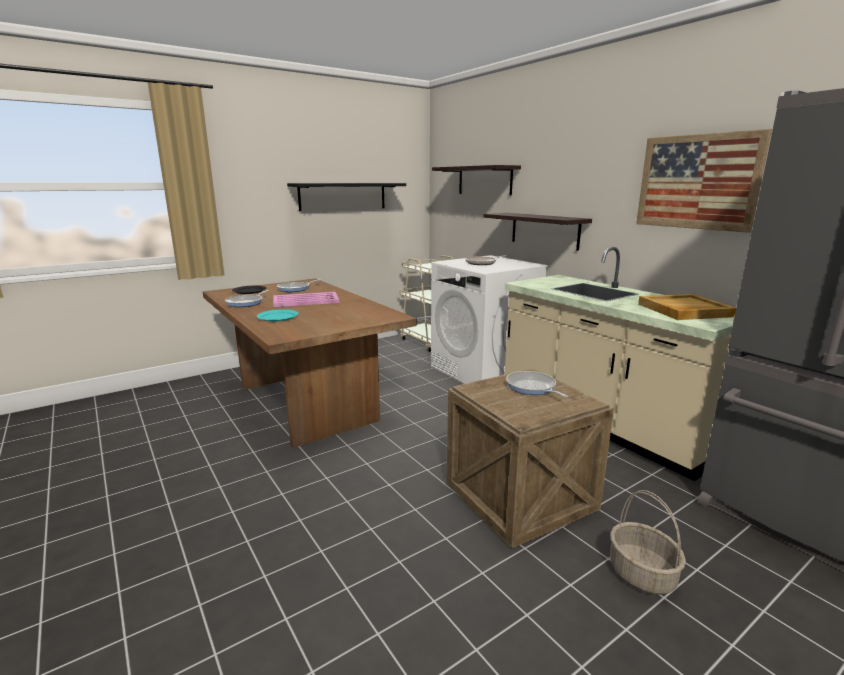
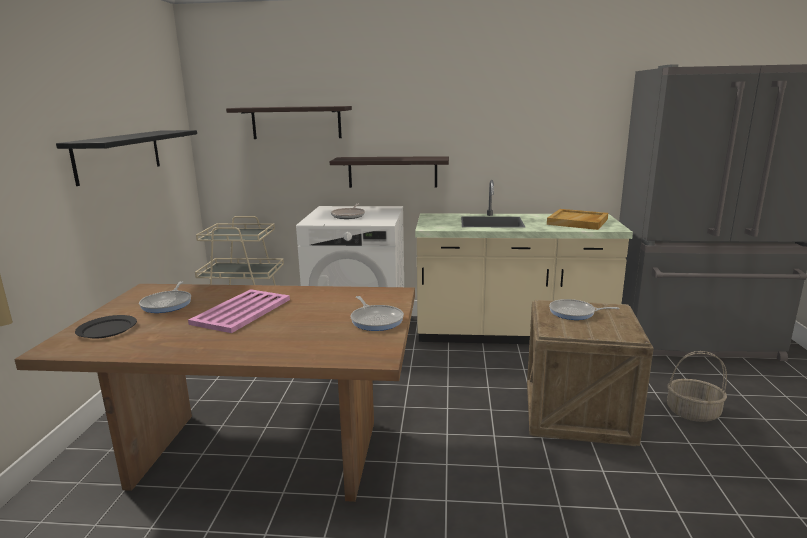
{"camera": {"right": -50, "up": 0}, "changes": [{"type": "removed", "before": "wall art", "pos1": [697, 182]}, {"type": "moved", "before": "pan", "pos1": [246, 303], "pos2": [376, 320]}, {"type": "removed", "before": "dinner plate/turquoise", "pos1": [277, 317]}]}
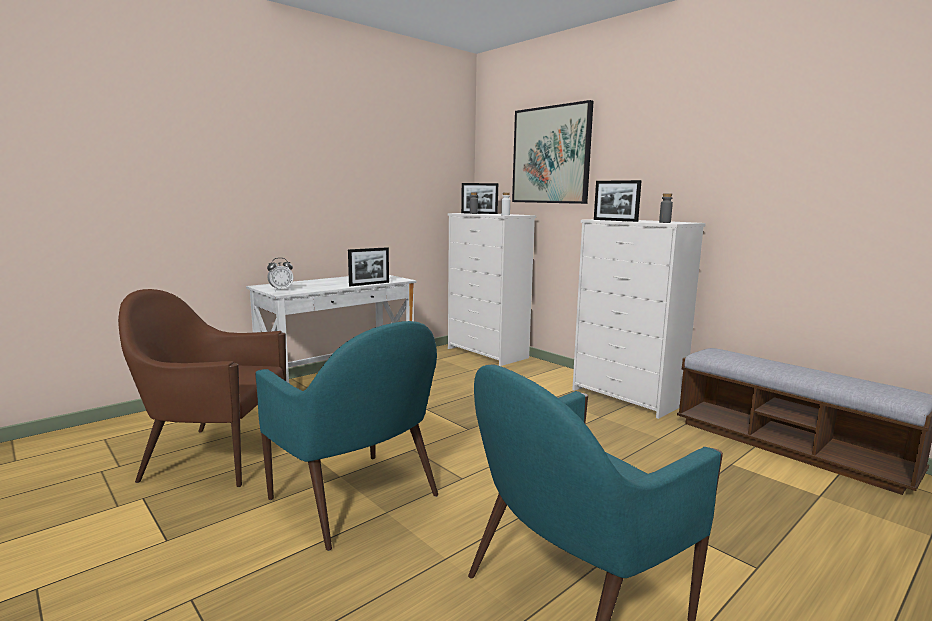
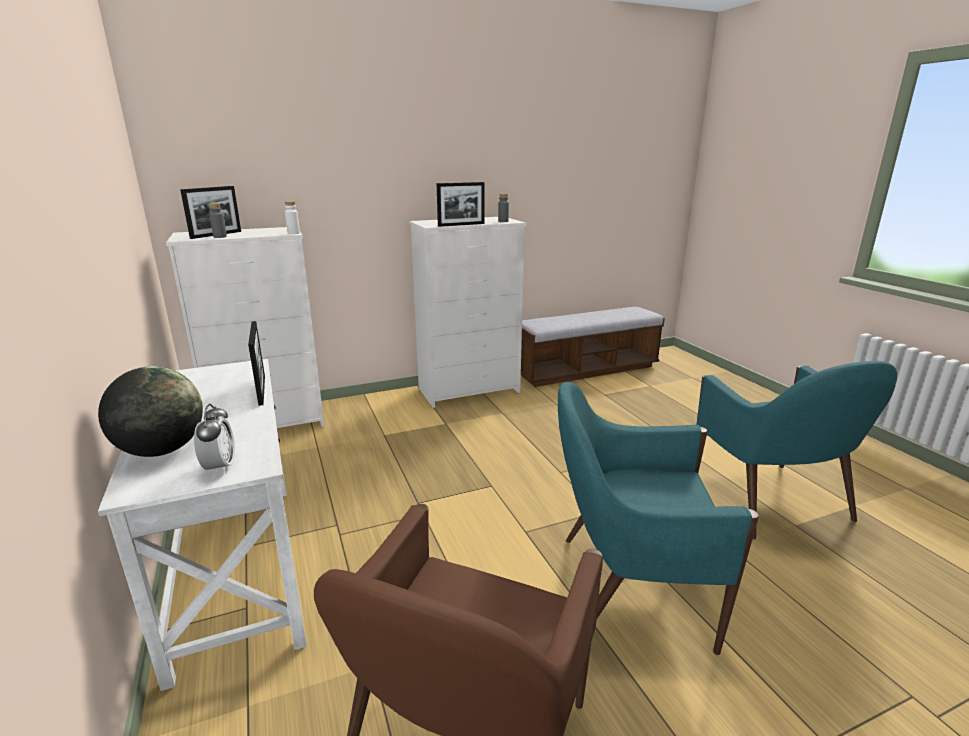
{"camera": {"right": -70, "up": 10}, "changes": [{"type": "removed", "before": "wall art", "pos1": [551, 155]}, {"type": "turned", "before": "easy chair/turquoise", "pos1": [356, 499], "pos2": [628, 590], "turn": -150}, {"type": "added", "after": "globe", "pos2": [162, 450]}]}
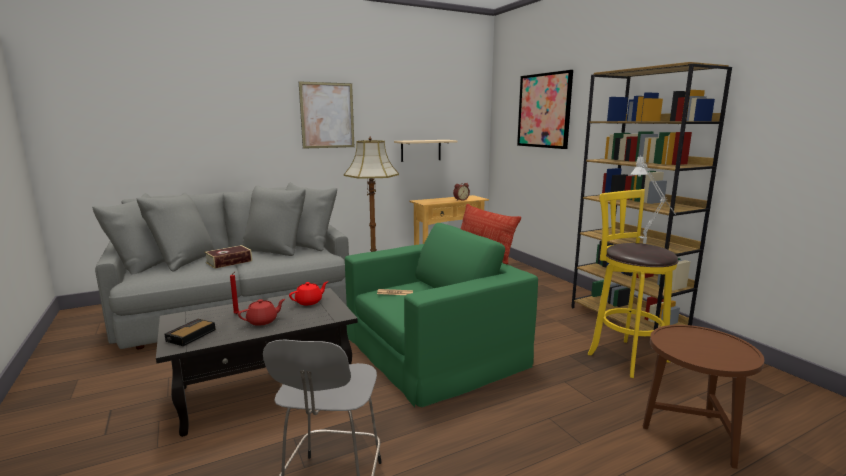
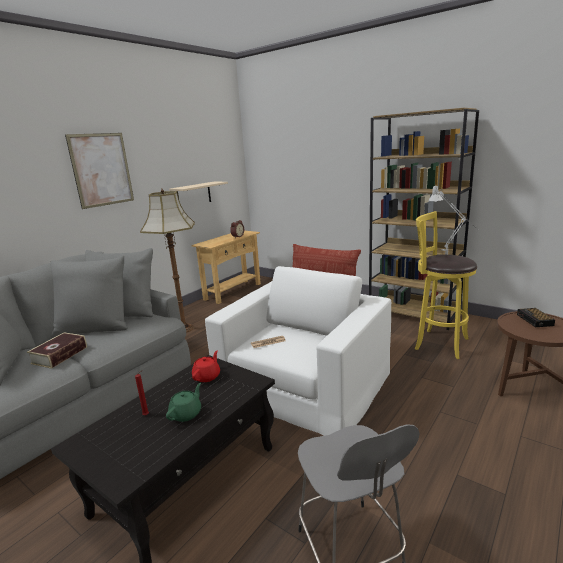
{"camera": {"right": -25, "up": 5}, "changes": [{"type": "removed", "before": "wall art", "pos1": [544, 110]}, {"type": "recoloured", "before": "easy chair/greenish", "after": "easy chair/whitish", "pos1": [434, 349], "pos2": [303, 382]}, {"type": "recoloured", "before": "pot for tea/red", "after": "pot for tea/greenish", "pos1": [263, 321], "pos2": [186, 413]}, {"type": "moved", "before": "table clock", "pos1": [190, 336], "pos2": [535, 320]}]}
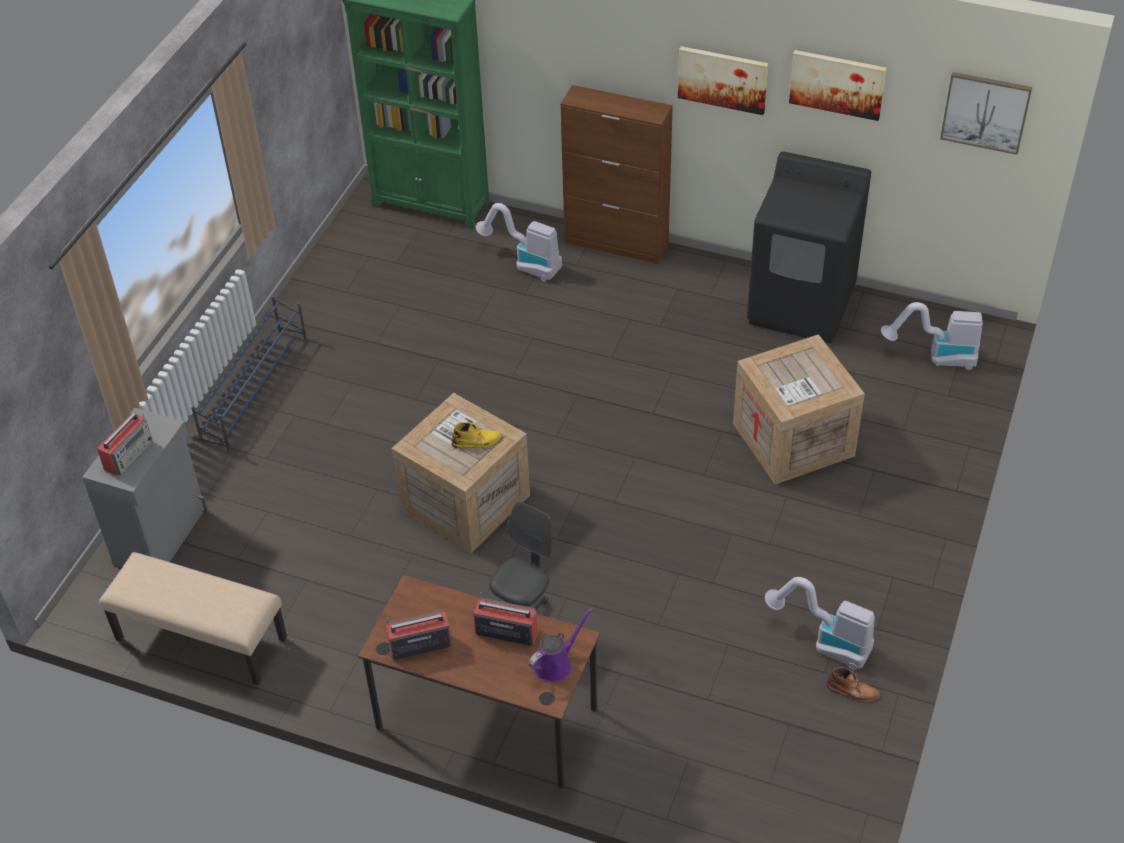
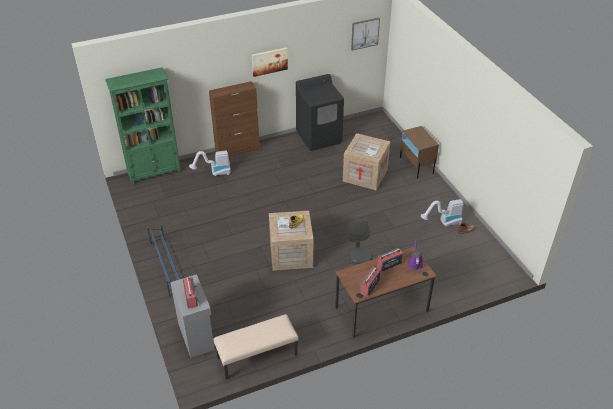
{"camera": {"right": -45, "up": -5}, "changes": [{"type": "removed", "before": "wall art", "pos1": [837, 84]}, {"type": "removed", "before": "hoover", "pos1": [935, 357]}, {"type": "added", "after": "night table/brown", "pos2": [416, 165]}]}
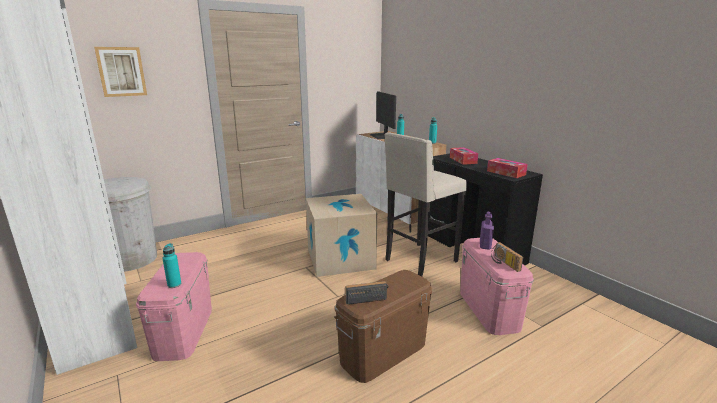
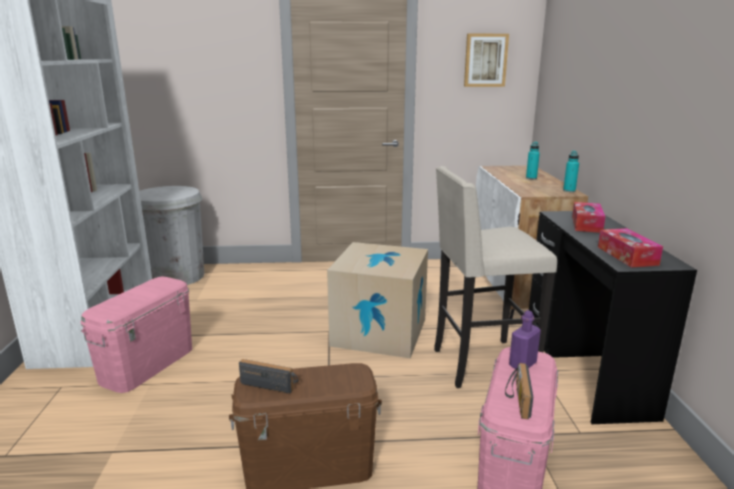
{"camera": {"right": 30, "up": 0}, "changes": [{"type": "moved", "before": "wall art", "pos1": [121, 71], "pos2": [485, 60]}, {"type": "removed", "before": "computer display", "pos1": [381, 136]}, {"type": "removed", "before": "beverage bottle/turquoise", "pos1": [174, 284]}]}
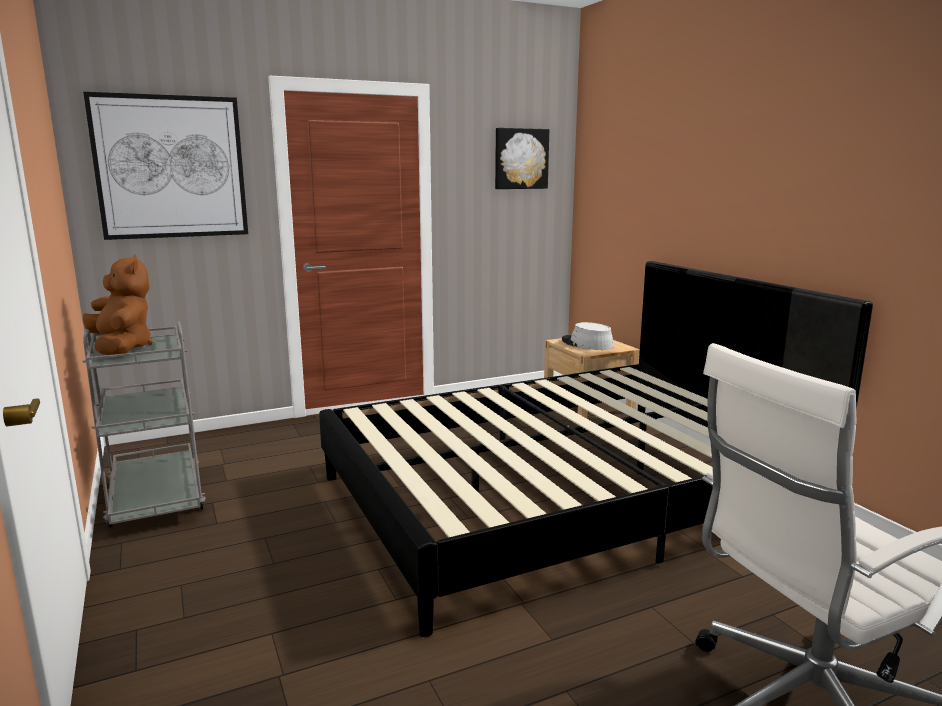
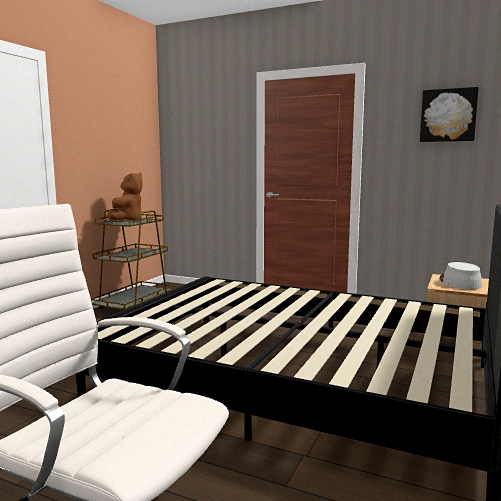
{"camera": {"right": 50, "up": -5}, "changes": [{"type": "removed", "before": "wall art", "pos1": [171, 167]}, {"type": "recoloured", "before": "trolley/greyish", "after": "trolley/brown", "pos1": [156, 498], "pos2": [134, 305]}]}
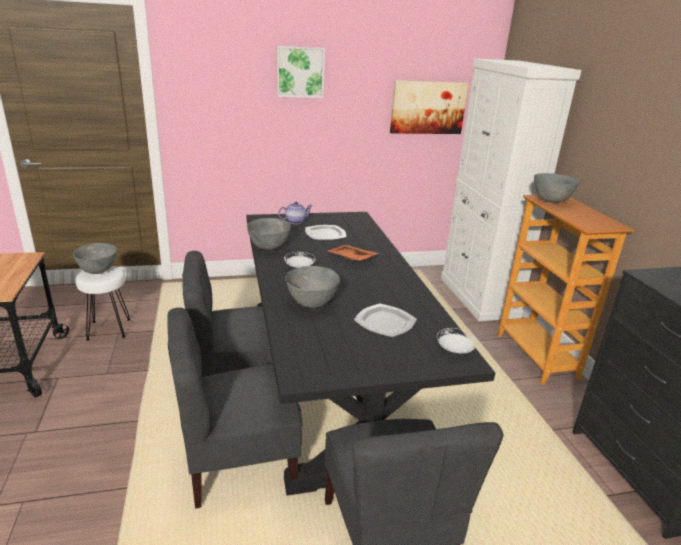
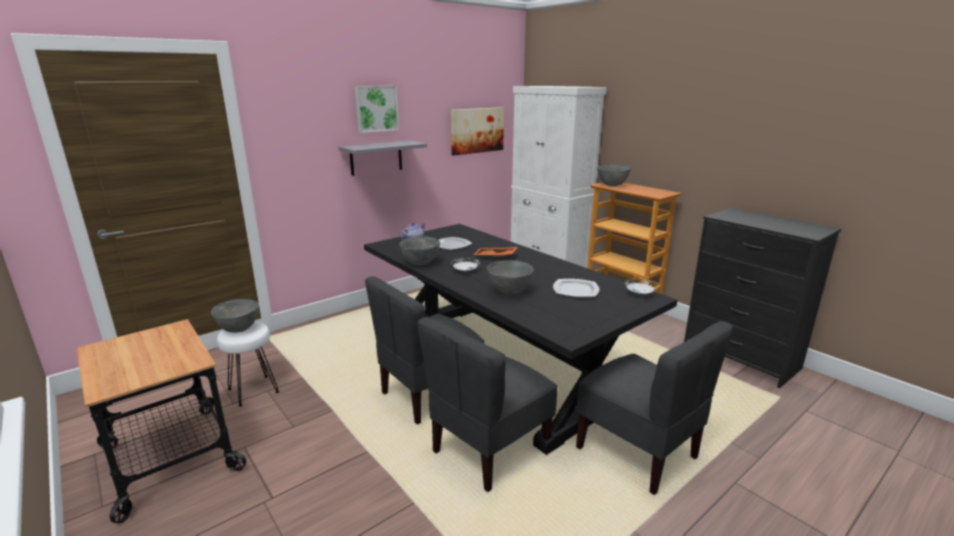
{"camera": {"right": -25, "up": -5}, "changes": [{"type": "added", "after": "shelf/greyish", "pos2": [376, 158]}]}
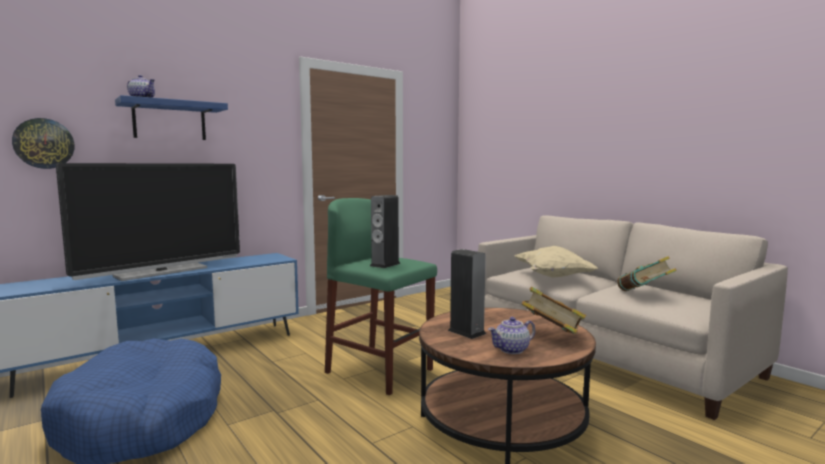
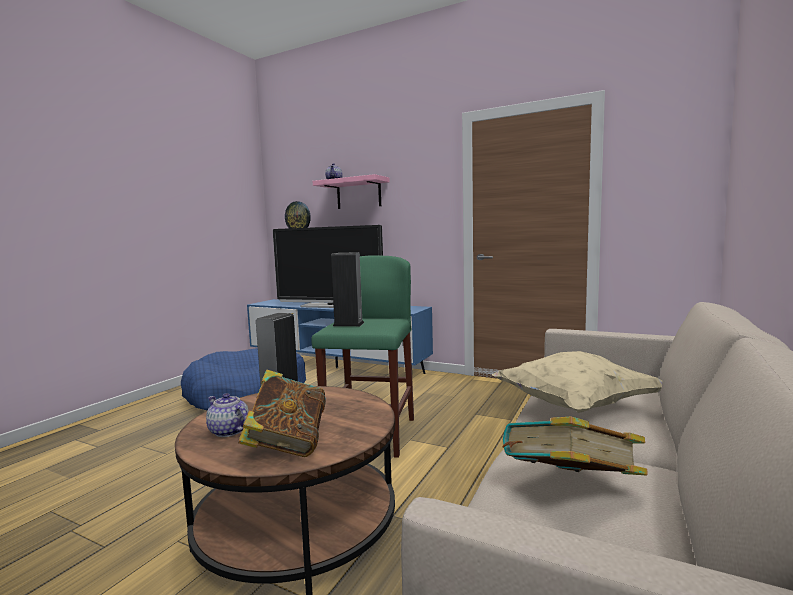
{"camera": {"right": 65, "up": 0}, "changes": [{"type": "recoloured", "before": "shelf/blue-coloured", "after": "shelf/pink", "pos1": [169, 121], "pos2": [358, 194]}]}
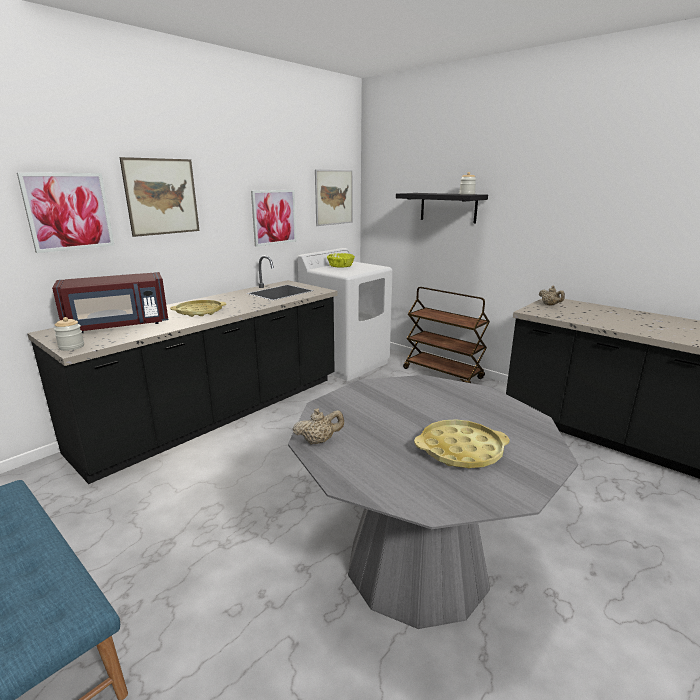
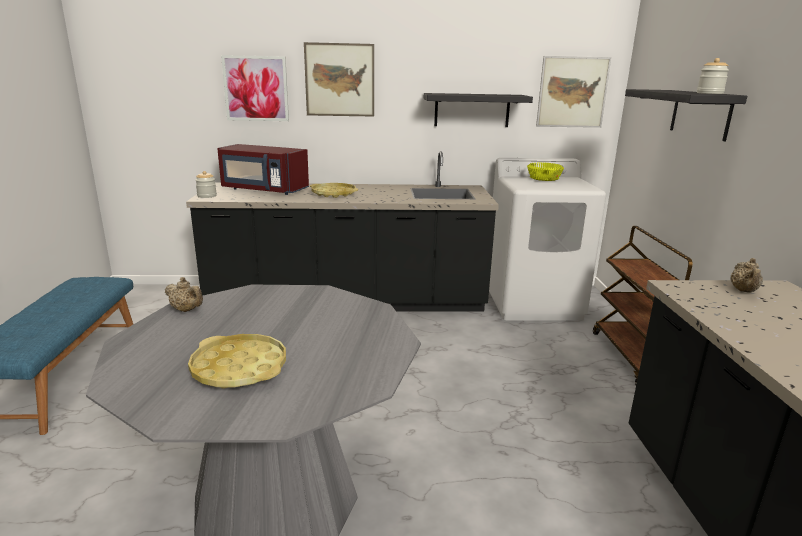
{"camera": {"right": 45, "up": 0}, "changes": [{"type": "replaced", "before": "wall art", "after": "shelf/blackish", "pos1": [274, 217], "pos2": [472, 110]}]}
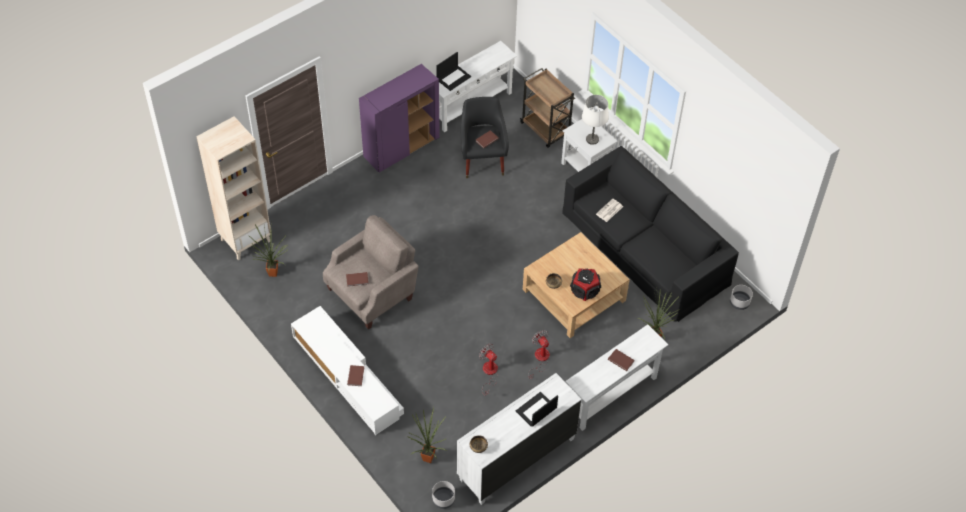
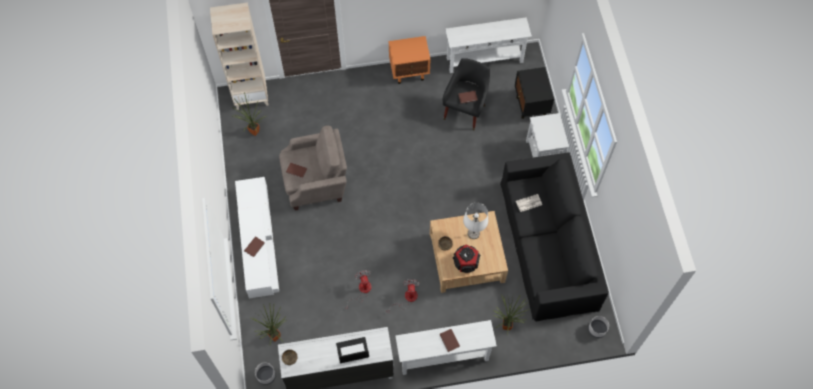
{"camera": {"right": 30, "up": 10}, "changes": [{"type": "removed", "before": "laptop", "pos1": [453, 78]}, {"type": "replaced", "before": "storage cabinet/purplish", "after": "night table/orange", "pos1": [401, 147], "pos2": [409, 71]}, {"type": "replaced", "before": "trolley/brown", "after": "night table/blackish", "pos1": [545, 130], "pos2": [531, 106]}, {"type": "moved", "before": "lamp for a table/whitish", "pos1": [592, 139], "pos2": [473, 233]}]}
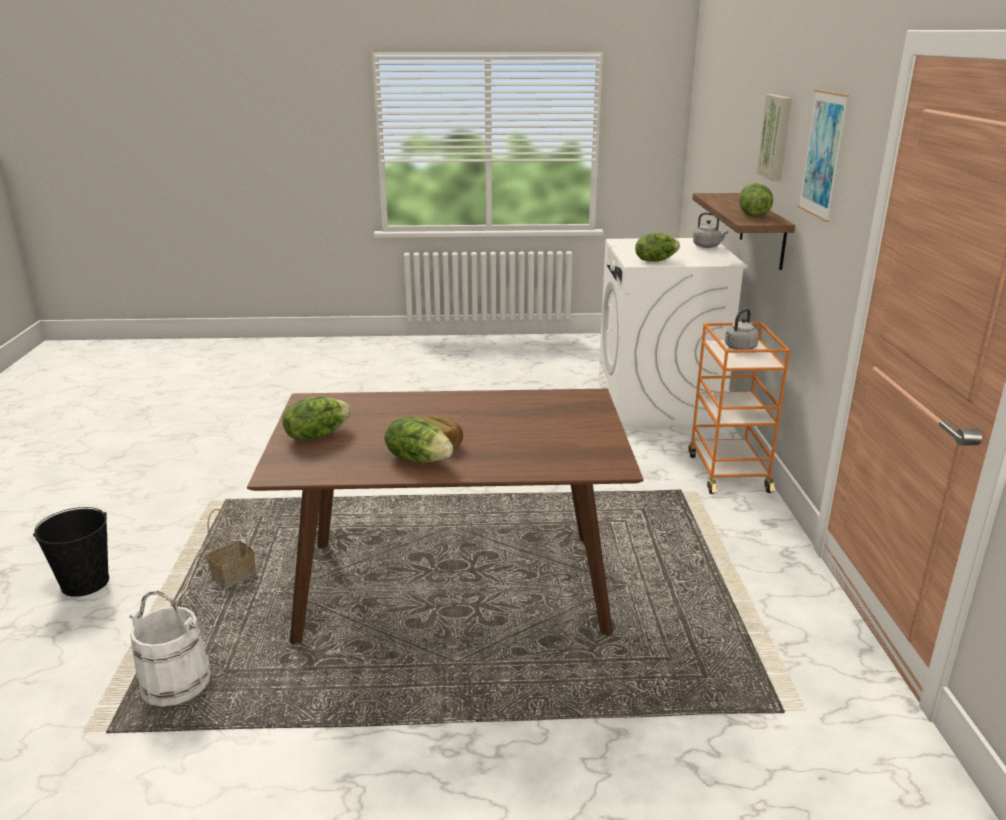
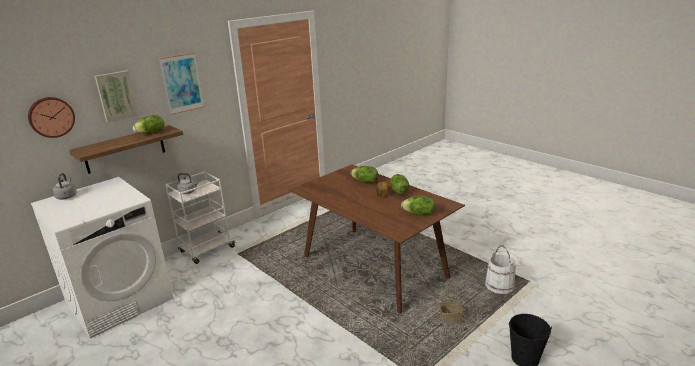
{"camera": {"right": -130, "up": 0}, "changes": [{"type": "moved", "before": "lettuce head", "pos1": [655, 260], "pos2": [365, 182]}, {"type": "recoloured", "before": "trolley/orange", "after": "trolley/whitish", "pos1": [727, 472], "pos2": [206, 250]}, {"type": "added", "after": "wall clock", "pos2": [51, 117]}]}
